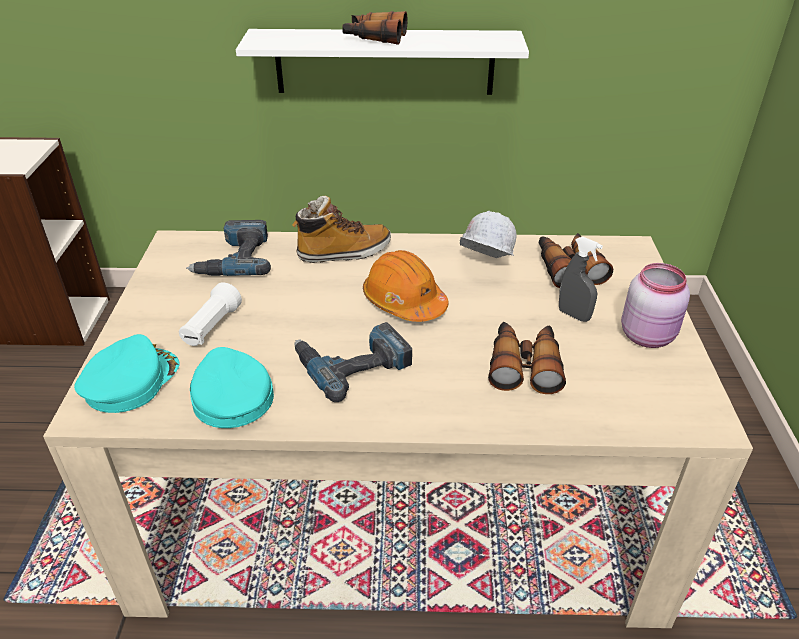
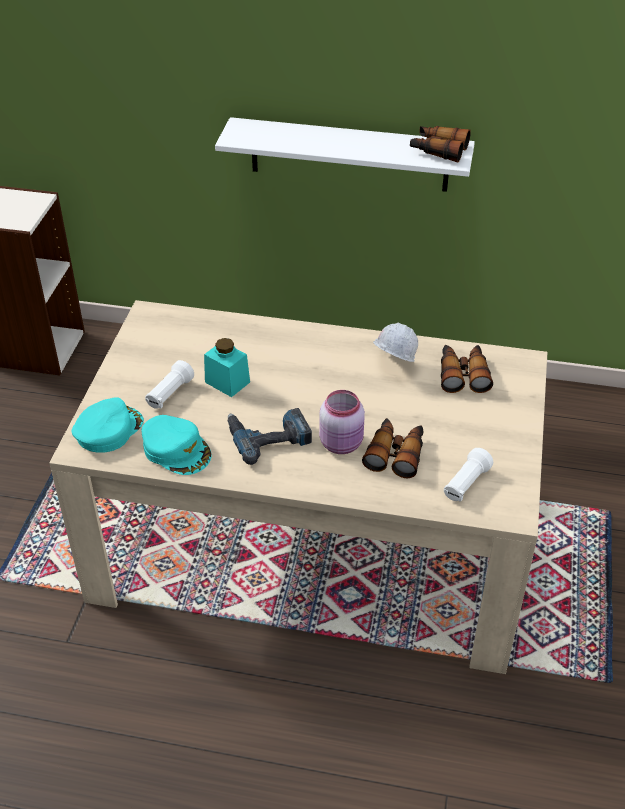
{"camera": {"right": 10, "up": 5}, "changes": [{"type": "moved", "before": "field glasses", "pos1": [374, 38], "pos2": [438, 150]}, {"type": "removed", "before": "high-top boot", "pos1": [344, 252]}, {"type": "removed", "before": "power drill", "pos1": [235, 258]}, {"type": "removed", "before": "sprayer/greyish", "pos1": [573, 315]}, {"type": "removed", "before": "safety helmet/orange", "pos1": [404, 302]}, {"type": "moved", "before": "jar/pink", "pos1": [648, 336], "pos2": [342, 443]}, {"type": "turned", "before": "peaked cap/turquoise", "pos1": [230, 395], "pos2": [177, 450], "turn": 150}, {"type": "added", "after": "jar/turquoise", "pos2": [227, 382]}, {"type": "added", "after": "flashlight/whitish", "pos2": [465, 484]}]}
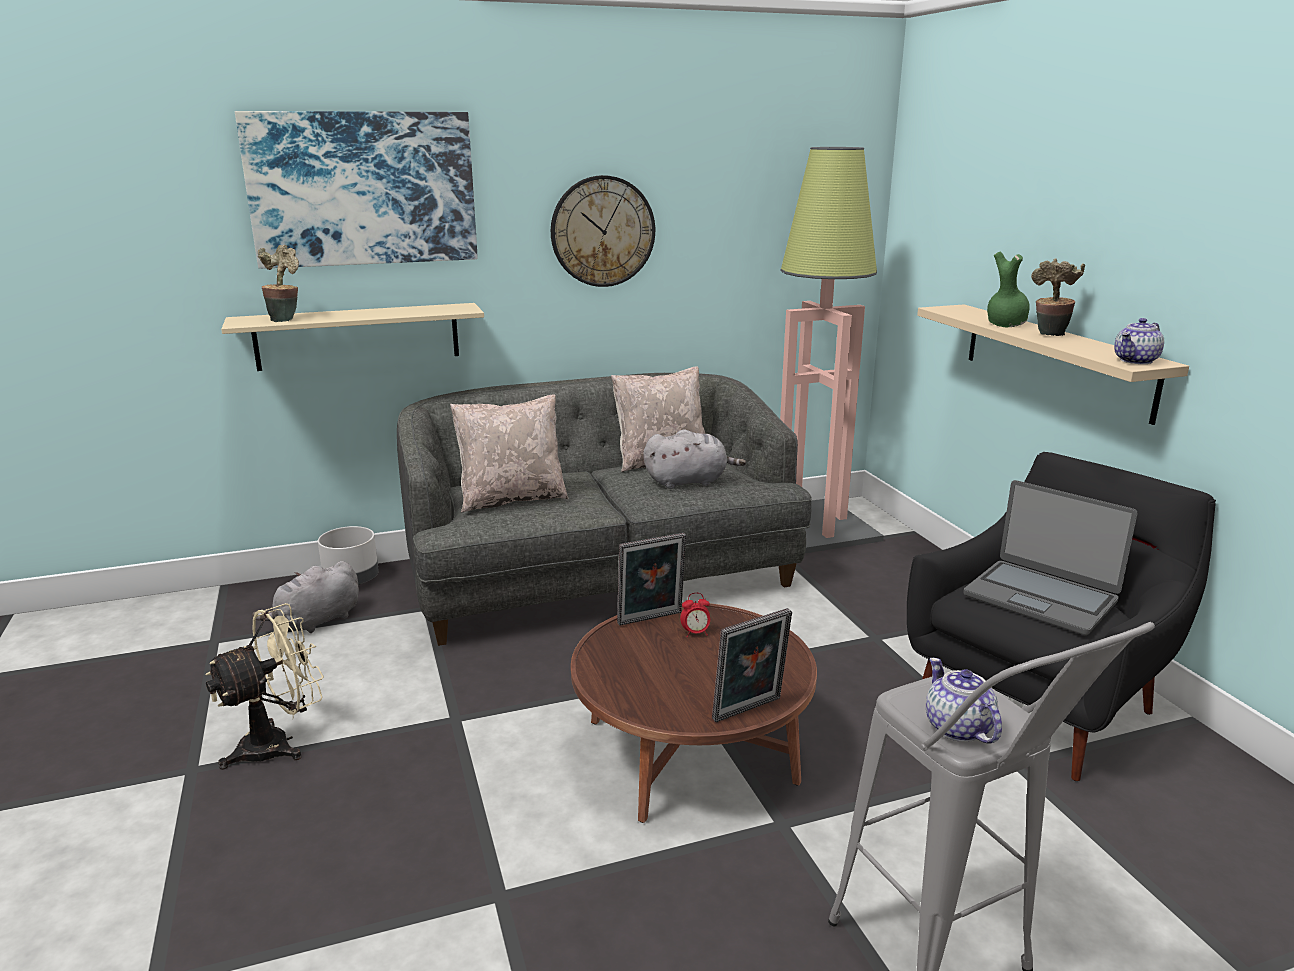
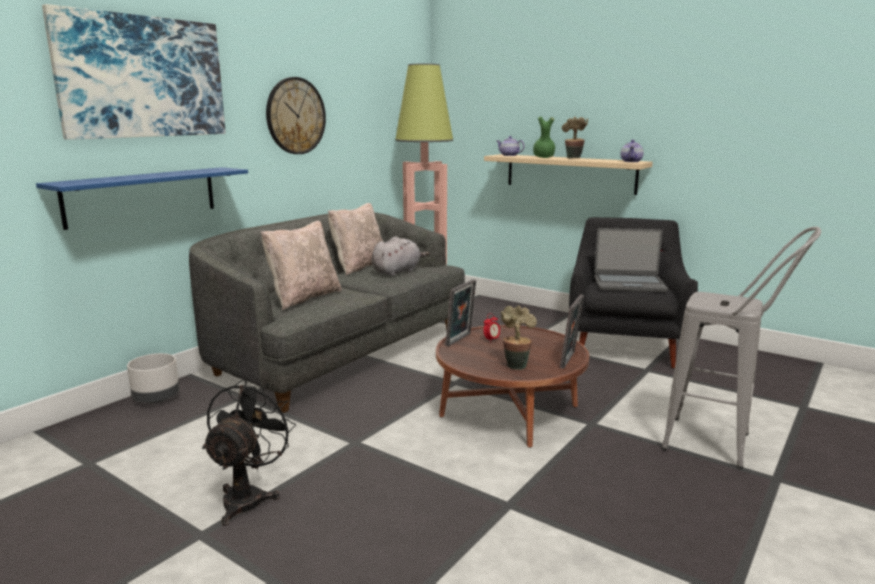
{"camera": {"right": -35, "up": -5}, "changes": [{"type": "moved", "before": "houseplant", "pos1": [285, 319], "pos2": [516, 365]}, {"type": "recoloured", "before": "shelf/beige-coloured", "after": "shelf/blue-coloured", "pos1": [358, 336], "pos2": [142, 196]}, {"type": "removed", "before": "cuddly toy/greyish", "pos1": [316, 621]}, {"type": "recoloured", "before": "electric fan/beige-coloured", "after": "electric fan/blackish", "pos1": [278, 744], "pos2": [248, 497]}, {"type": "moved", "before": "pot for tea", "pos1": [956, 728], "pos2": [509, 155]}]}
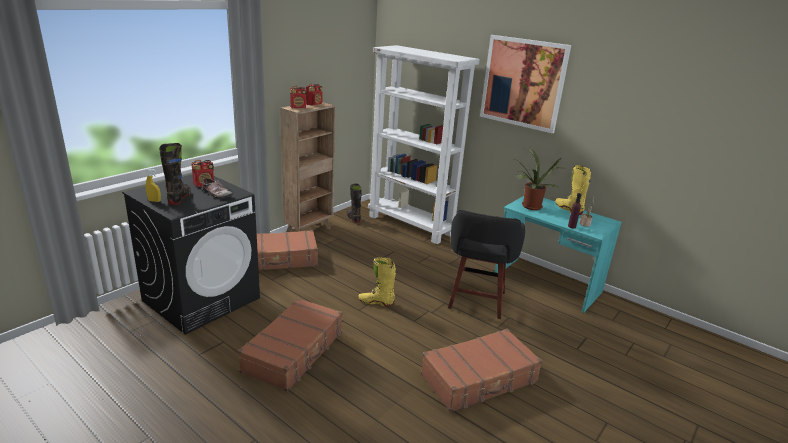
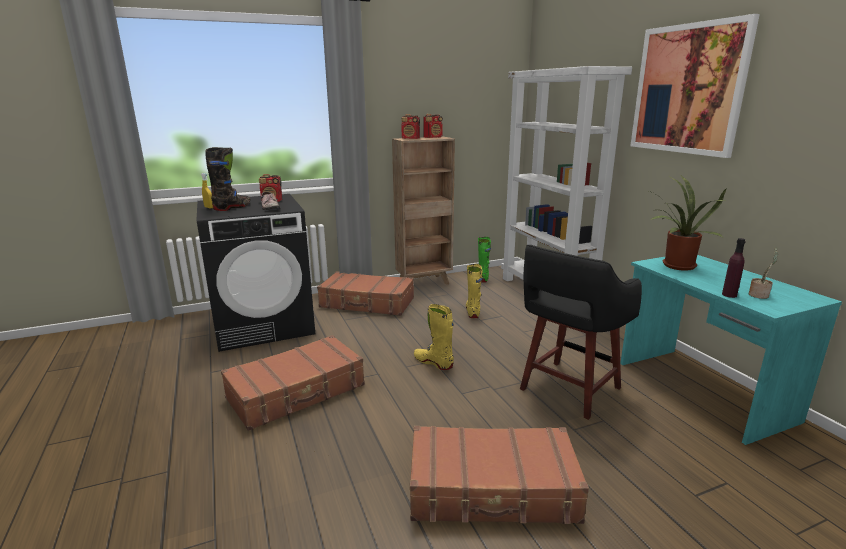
{"camera": {"right": 30, "up": -5}, "changes": [{"type": "moved", "before": "high-top boot/yellow-coloured", "pos1": [568, 209], "pos2": [472, 312]}, {"type": "recoloured", "before": "high-top boot/blackish", "after": "high-top boot/greenish", "pos1": [353, 218], "pos2": [483, 278]}]}
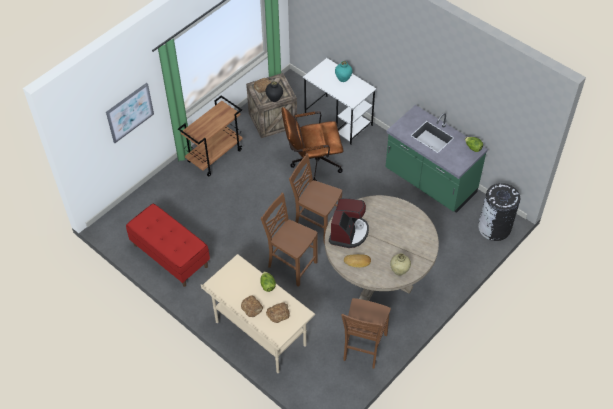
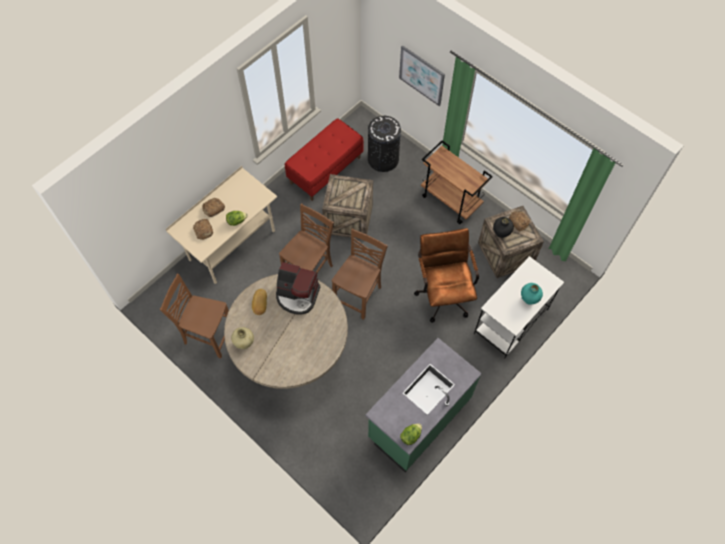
{"camera": {"right": 90, "up": 10}, "changes": [{"type": "moved", "before": "rubbish bin/blackish", "pos1": [494, 228], "pos2": [383, 159]}, {"type": "added", "after": "shipping crate", "pos2": [349, 219]}]}
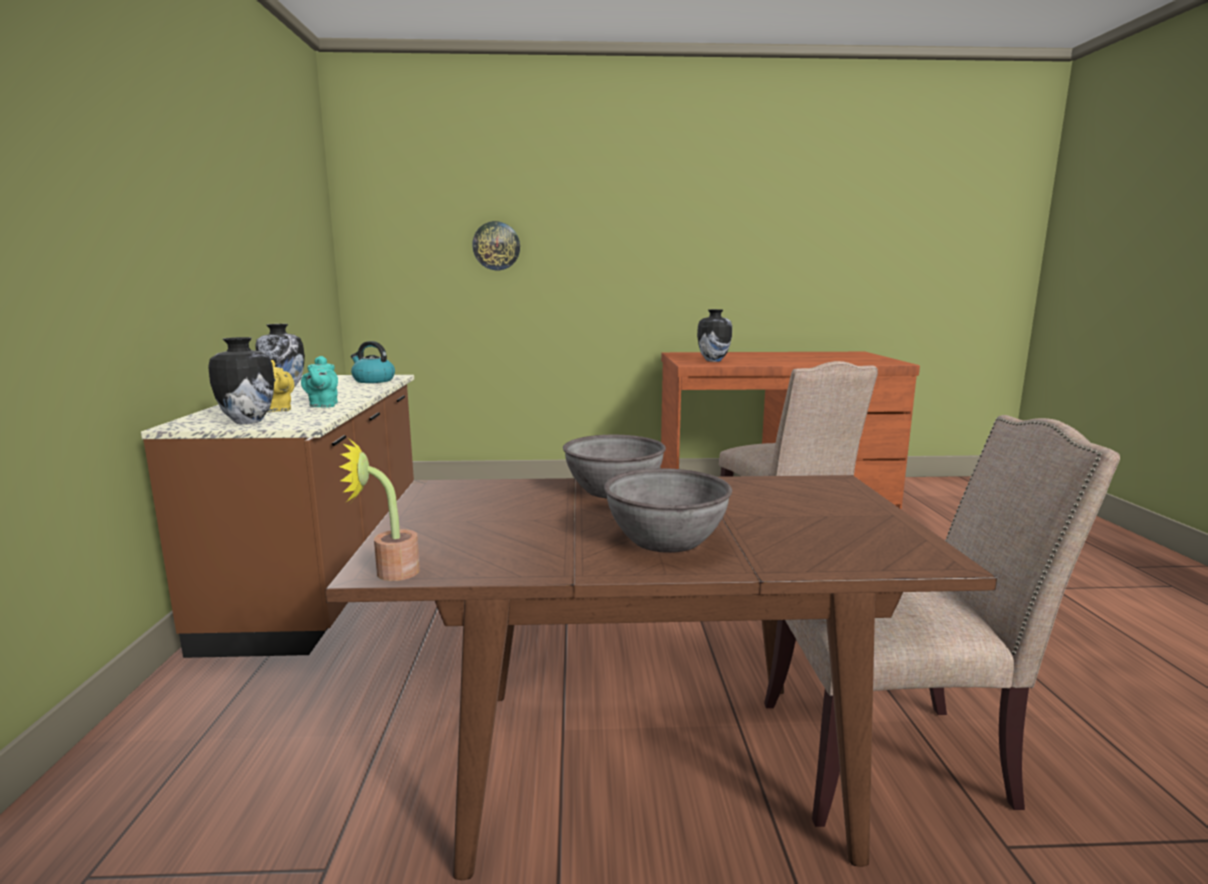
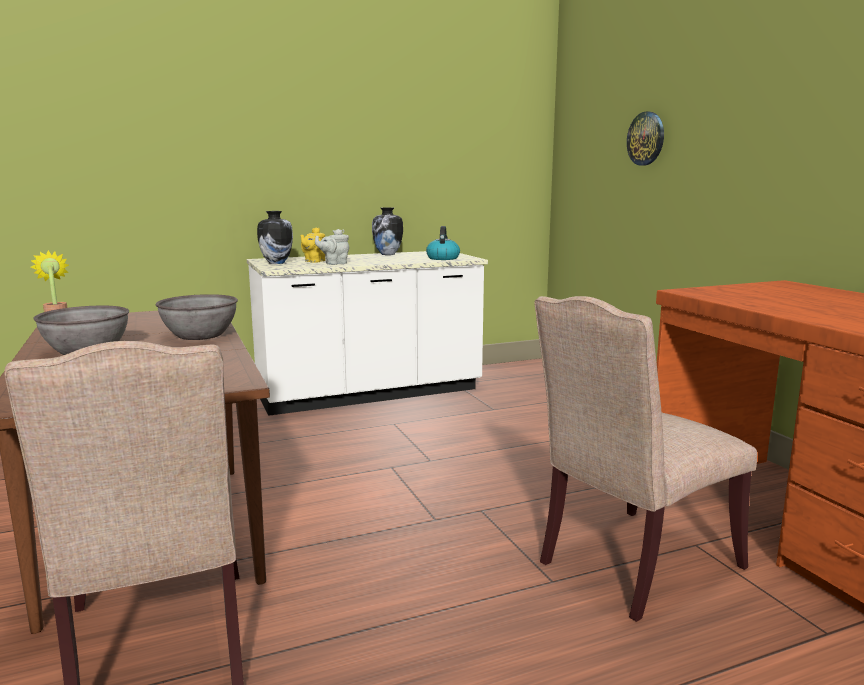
{"camera": {"right": 70, "up": 0}, "changes": [{"type": "removed", "before": "decorative vase", "pos1": [713, 360]}, {"type": "recoloured", "before": "pot for tea/turquoise", "after": "pot for tea/greyish", "pos1": [323, 405], "pos2": [334, 263]}, {"type": "recoloured", "before": "counter/brown", "after": "counter/whitish", "pos1": [328, 577], "pos2": [369, 393]}]}
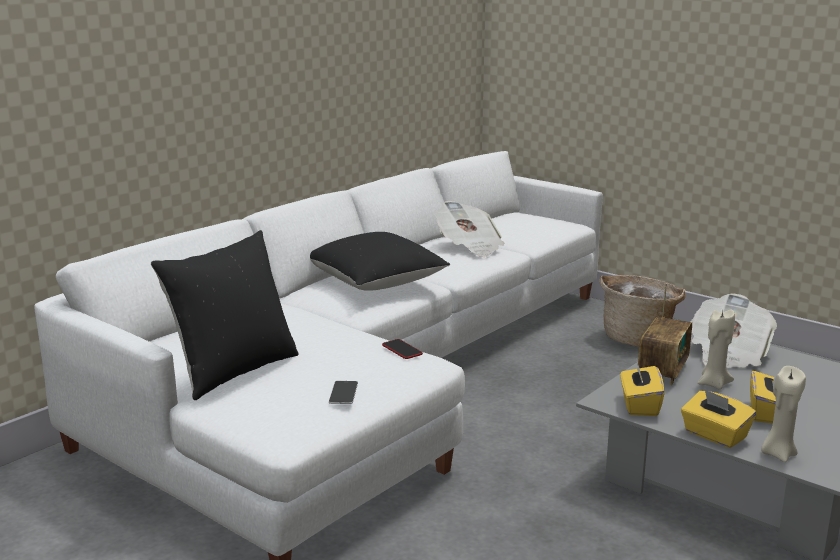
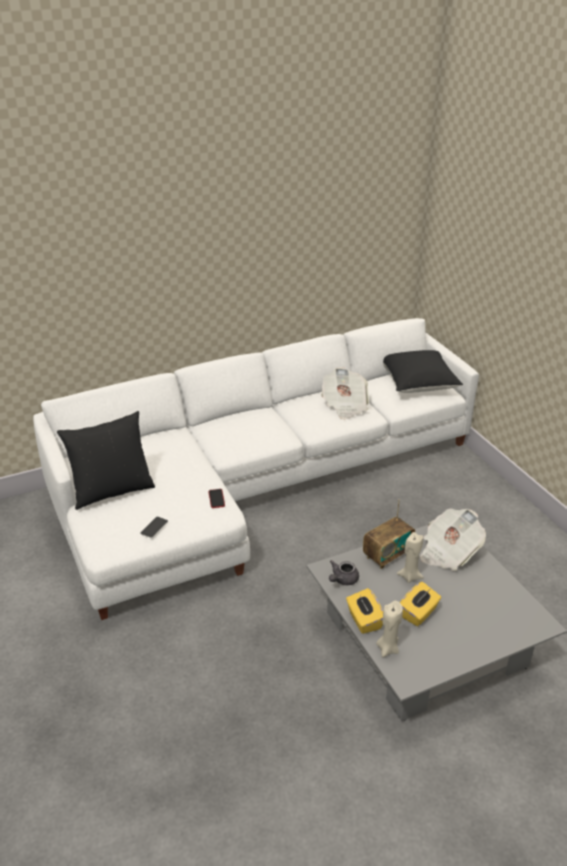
{"camera": {"right": 25, "up": 15}, "changes": [{"type": "moved", "before": "cushion/blackish", "pos1": [376, 283], "pos2": [417, 383]}, {"type": "removed", "before": "storage basket", "pos1": [638, 338]}, {"type": "replaced", "before": "tissue box/yellow-coloured", "after": "pot for tea/greyish", "pos1": [639, 405], "pos2": [342, 580]}]}
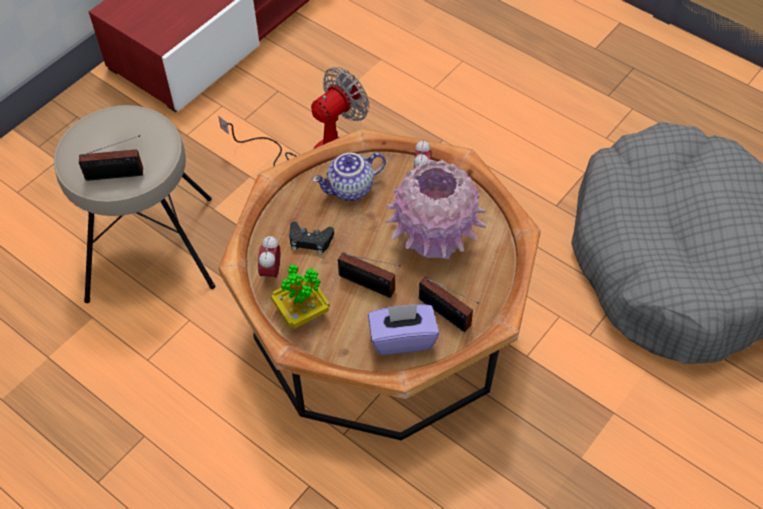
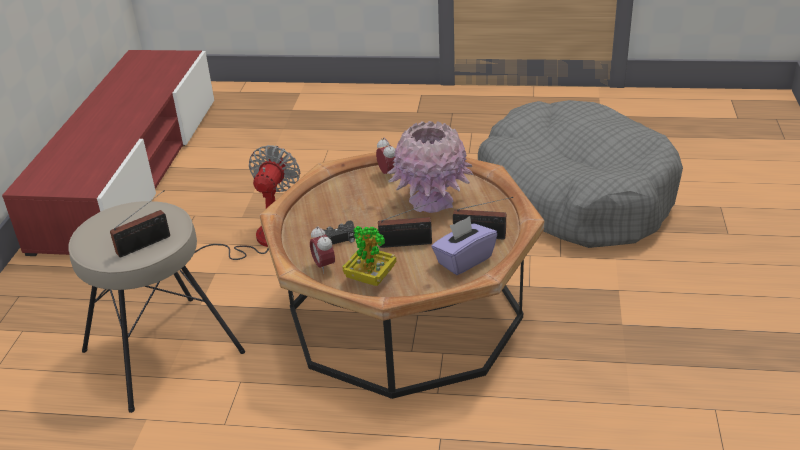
{"camera": {"right": -30, "up": -20}, "changes": [{"type": "removed", "before": "pot for tea", "pos1": [350, 189]}]}
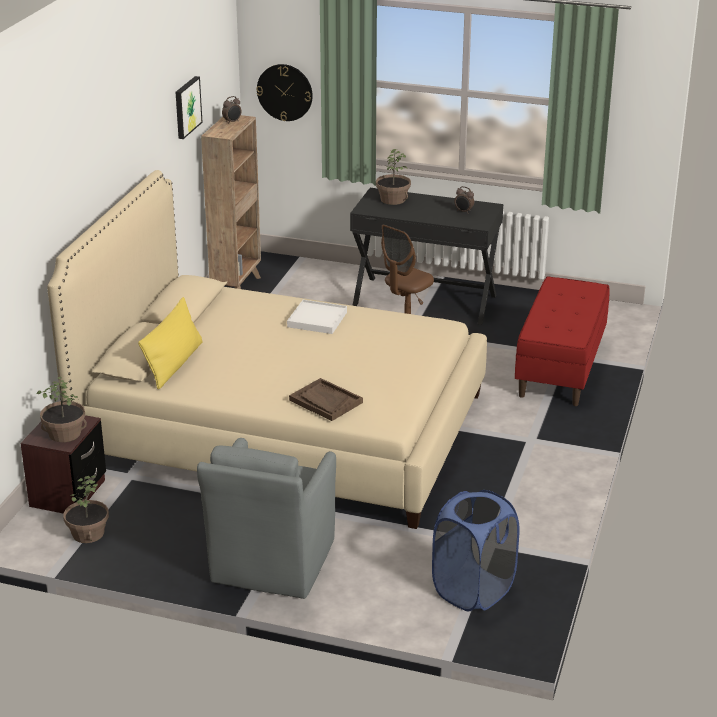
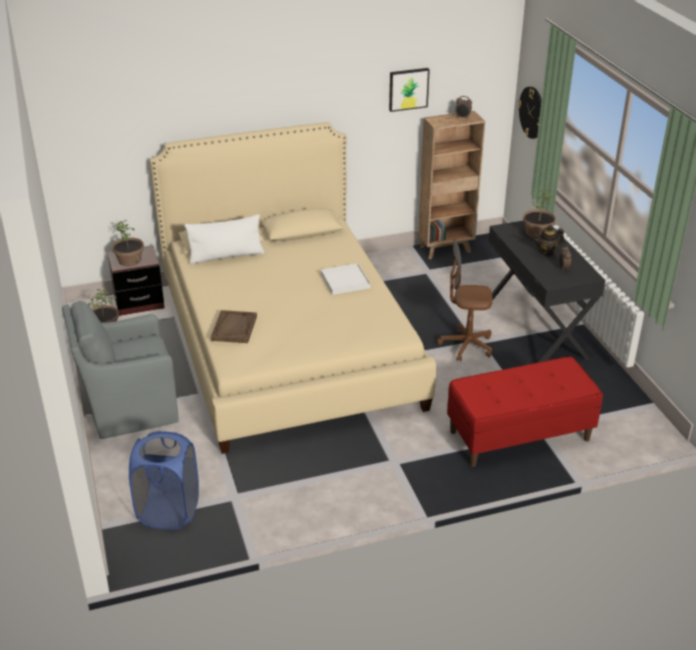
{"camera": {"right": 55, "up": 5}, "changes": [{"type": "recoloured", "before": "cushion/yellow-coloured", "after": "cushion/whitish", "pos1": [174, 364], "pos2": [226, 256]}, {"type": "added", "after": "pot for tea", "pos2": [546, 252]}]}
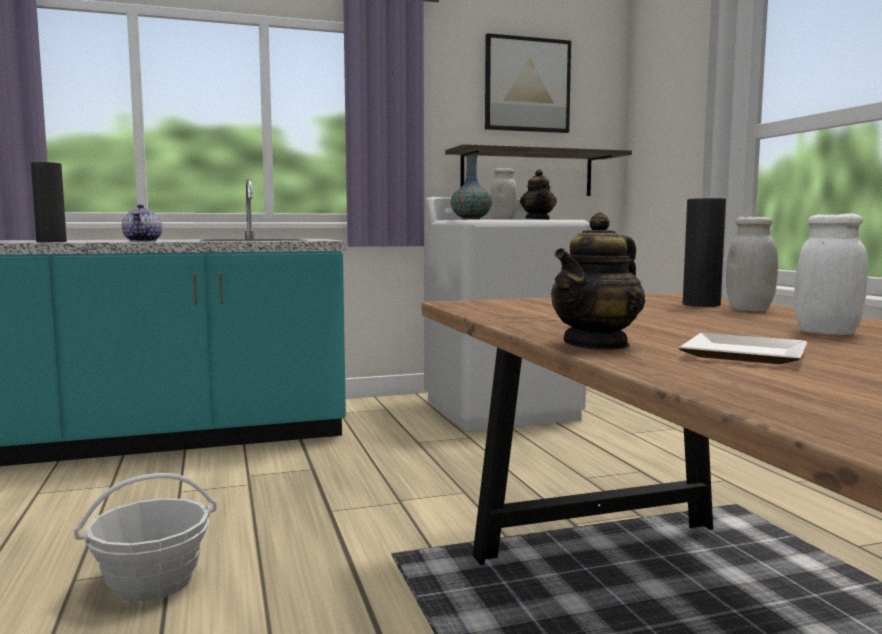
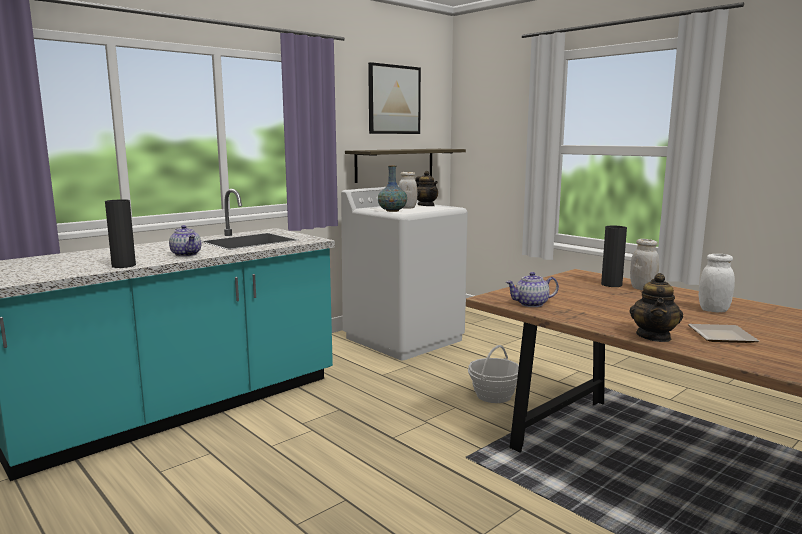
{"camera": {"right": -25, "up": 5}, "changes": [{"type": "moved", "before": "storage basket", "pos1": [152, 582], "pos2": [493, 395]}, {"type": "added", "after": "pot for tea", "pos2": [531, 304]}]}
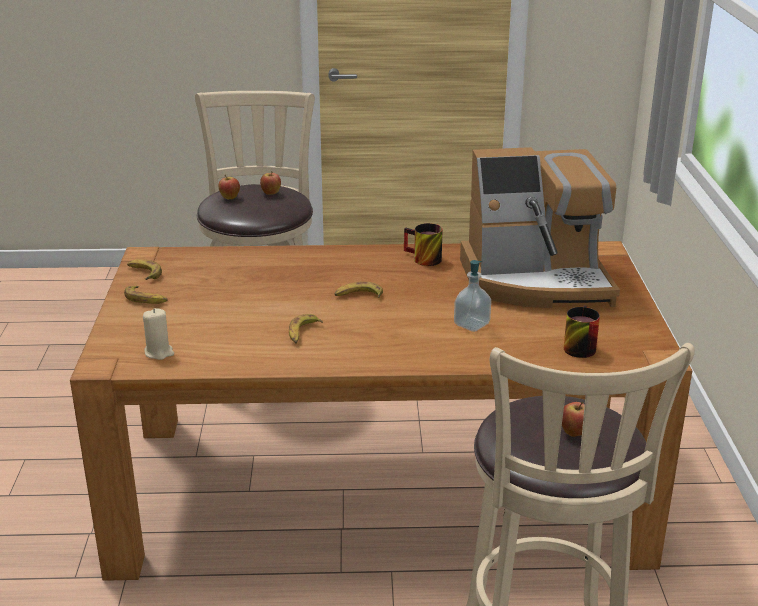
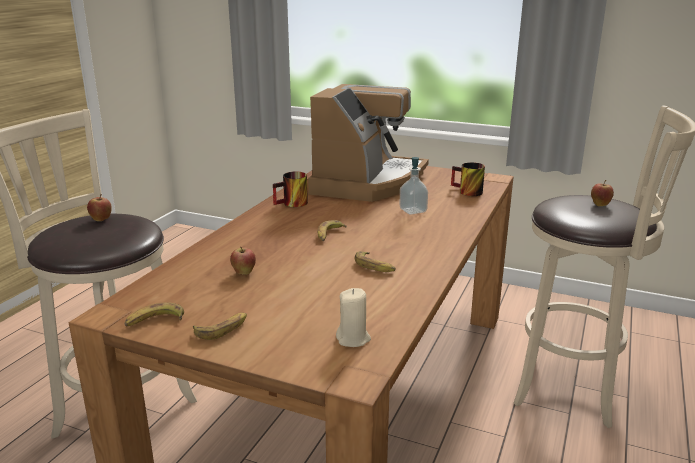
{"camera": {"right": -65, "up": -5}, "changes": [{"type": "moved", "before": "apple", "pos1": [229, 198], "pos2": [244, 273]}]}
